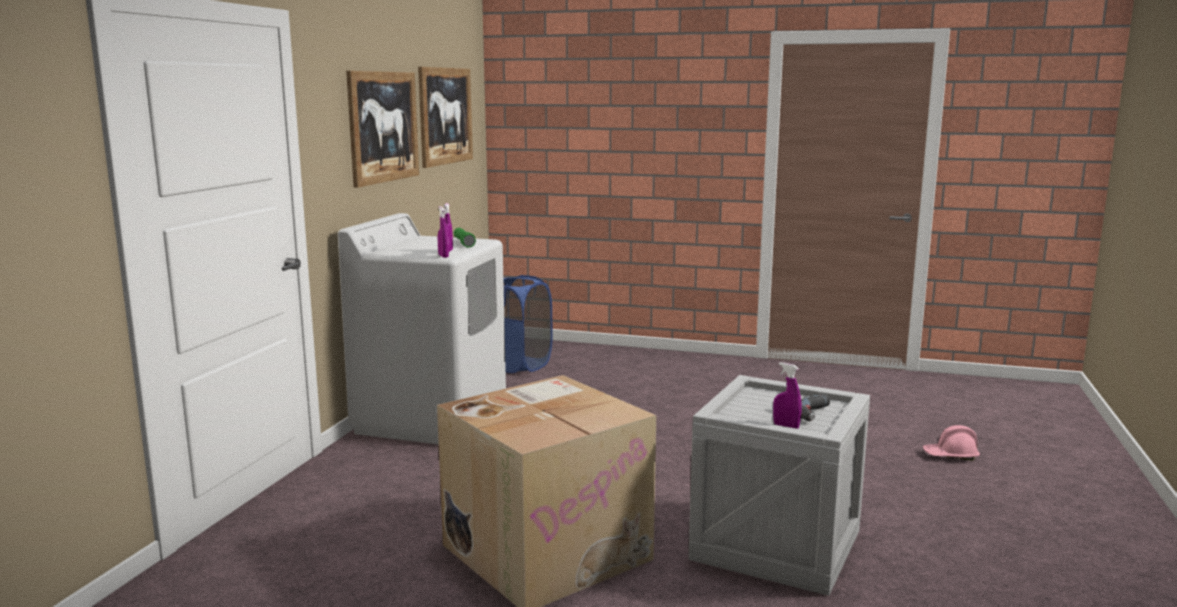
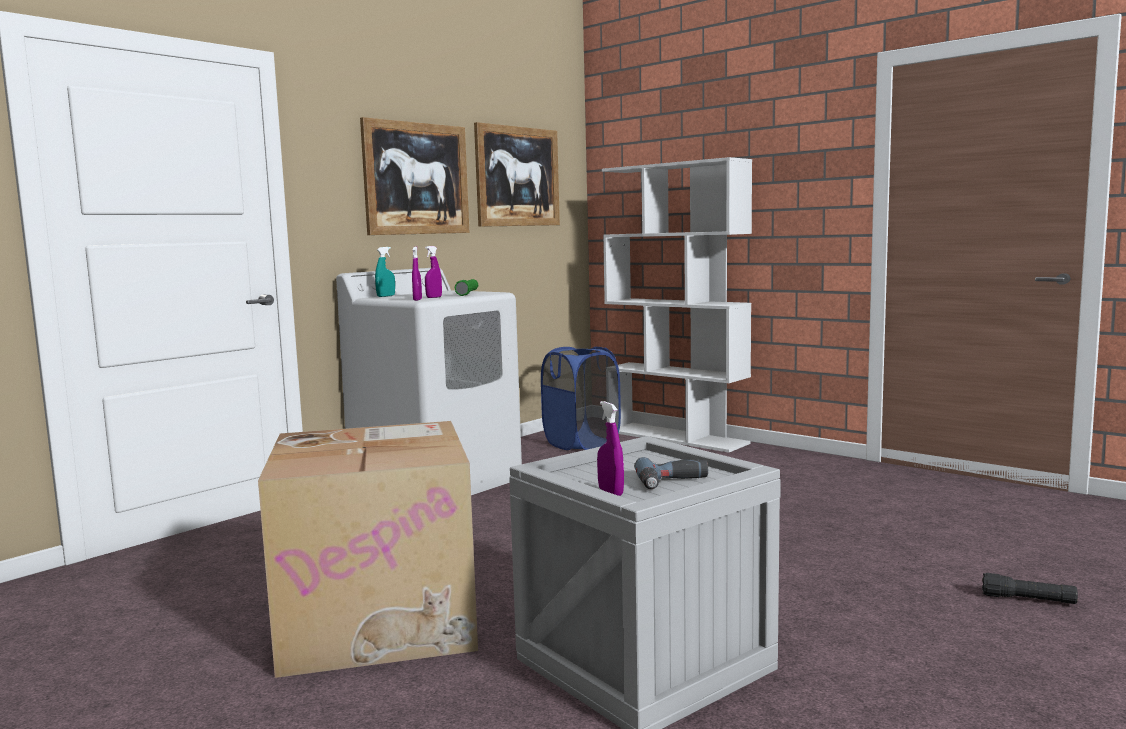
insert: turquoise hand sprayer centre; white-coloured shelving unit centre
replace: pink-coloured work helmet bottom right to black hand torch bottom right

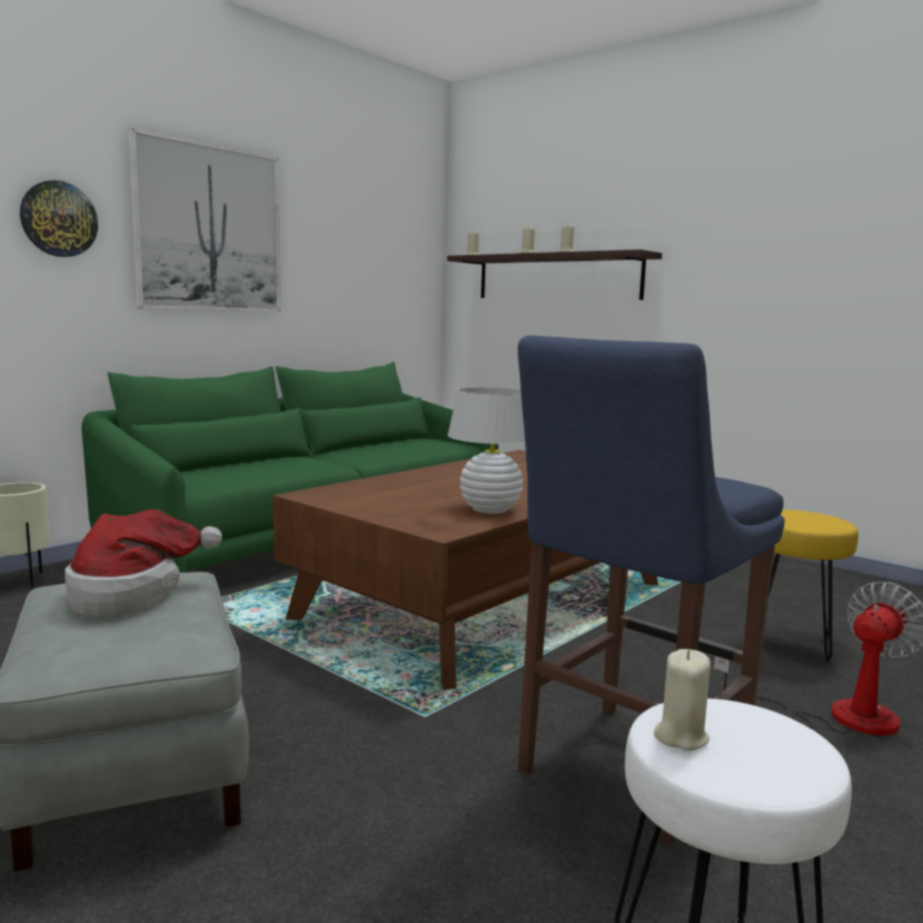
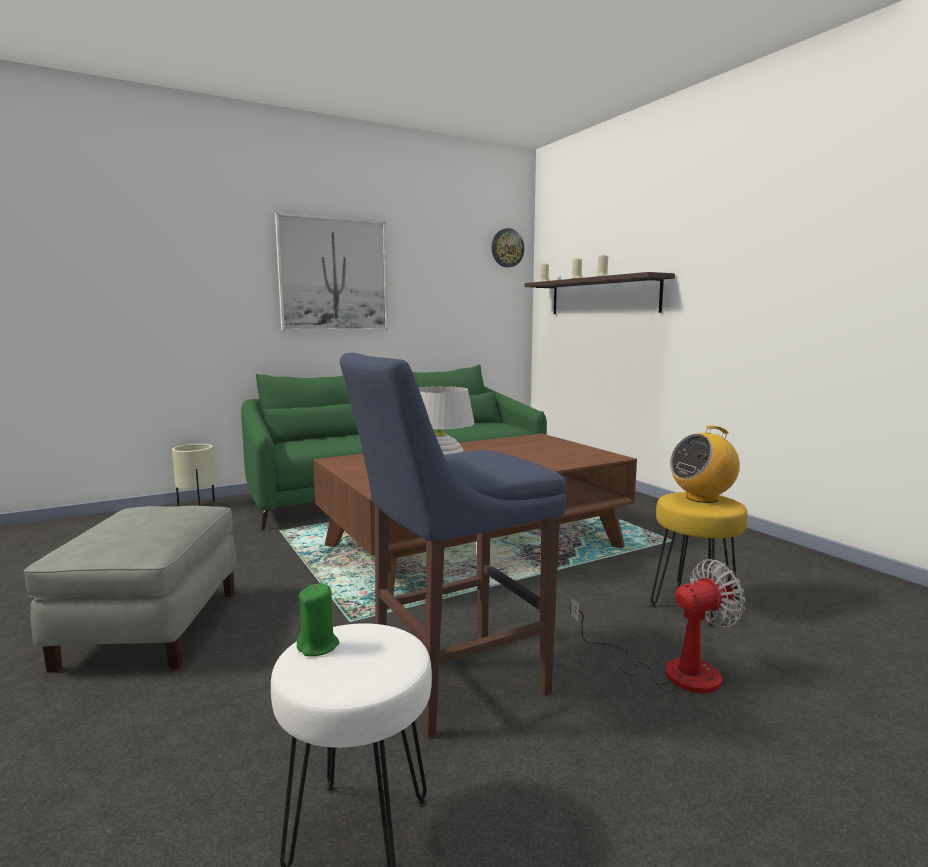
delete: wearable hat middle left
insert: radio middle right
move: wall clock top left to top centre
recolor: sand-coloured candle (4th from left) bottom right to greenish candle bottom centre

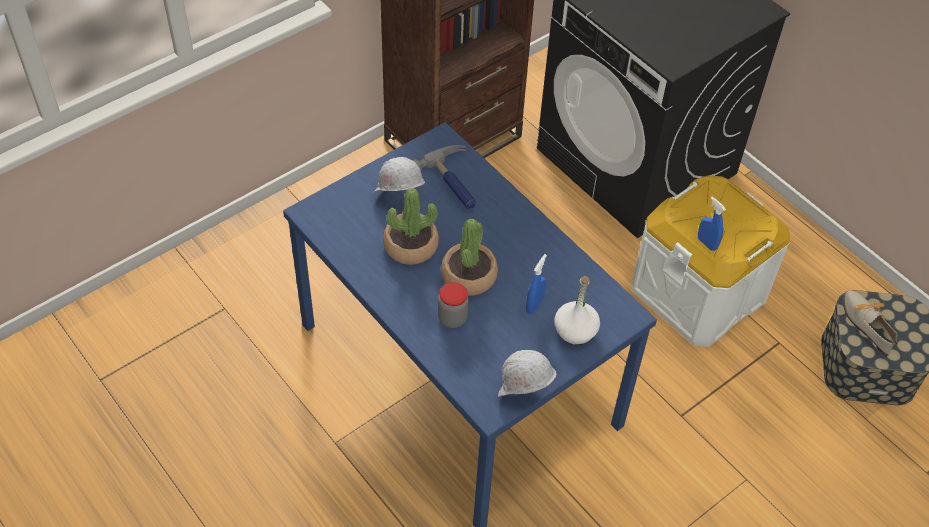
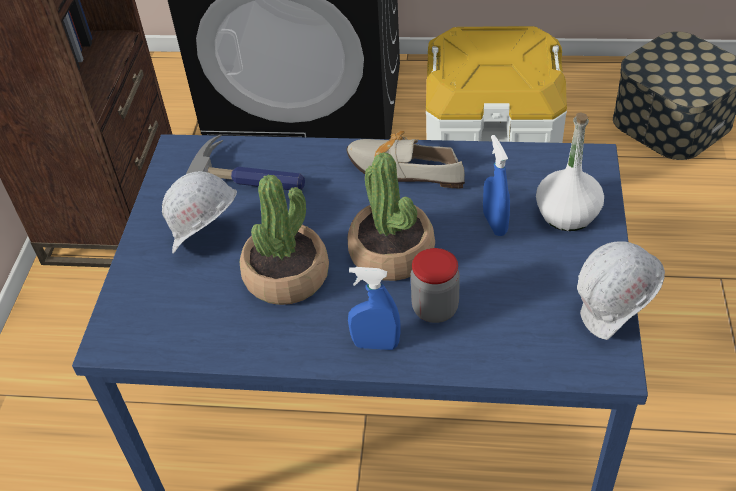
move: blue hand sprayer (2nd from left in the first image) middle right to blue hand sprayer (1st from left) centre; low shoe middle right to top centre

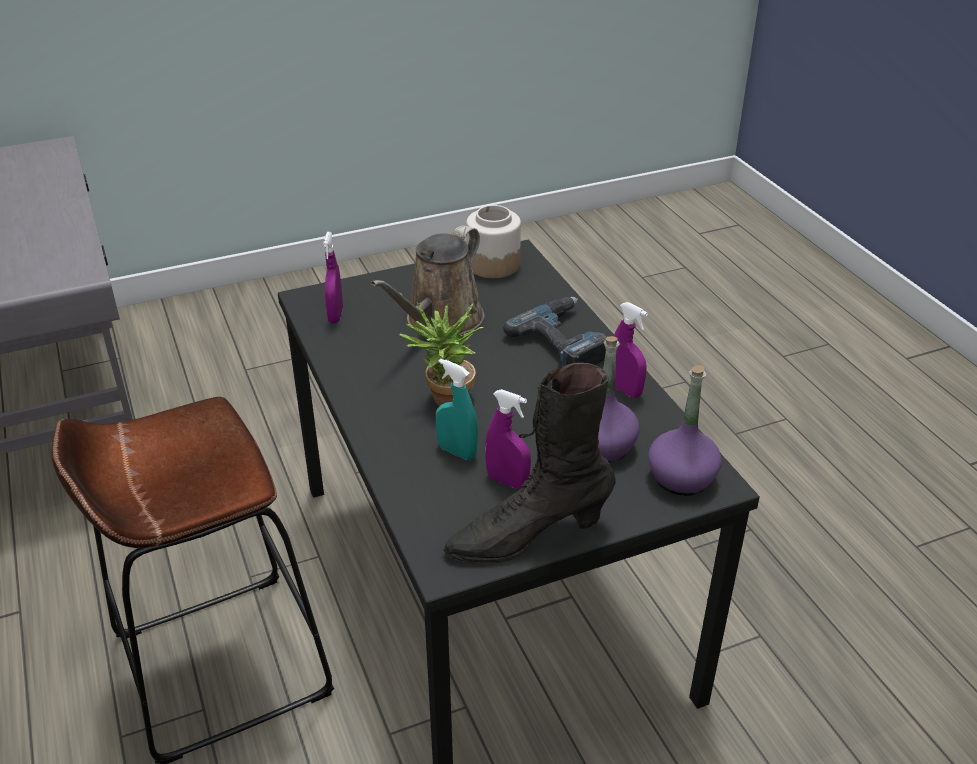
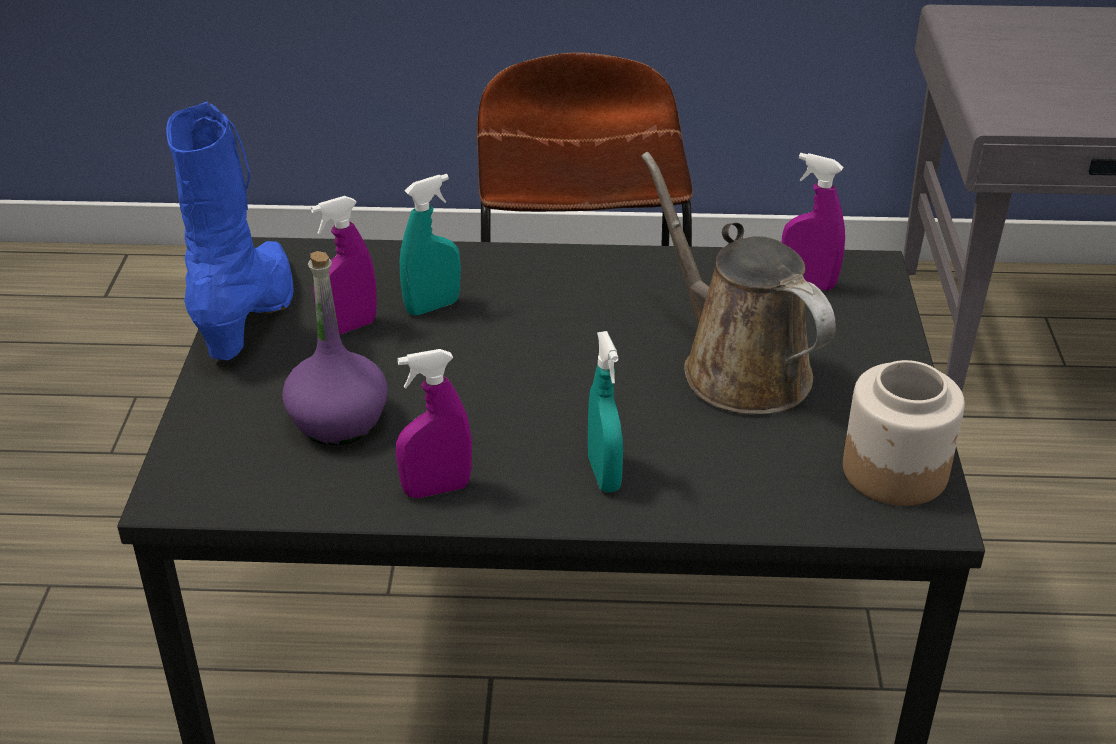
delete: potted plant centre; purple beverage bottle (2nd from left) middle right
replace: drill centre to turquoise hand sprayer (2nd from left) centre
recolor: black high-top boot centre to blue high-top boot top left

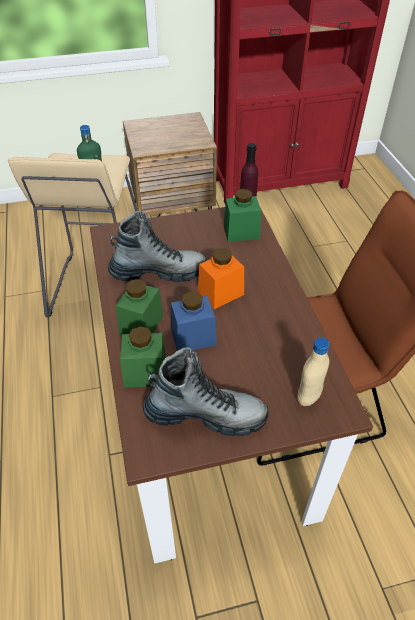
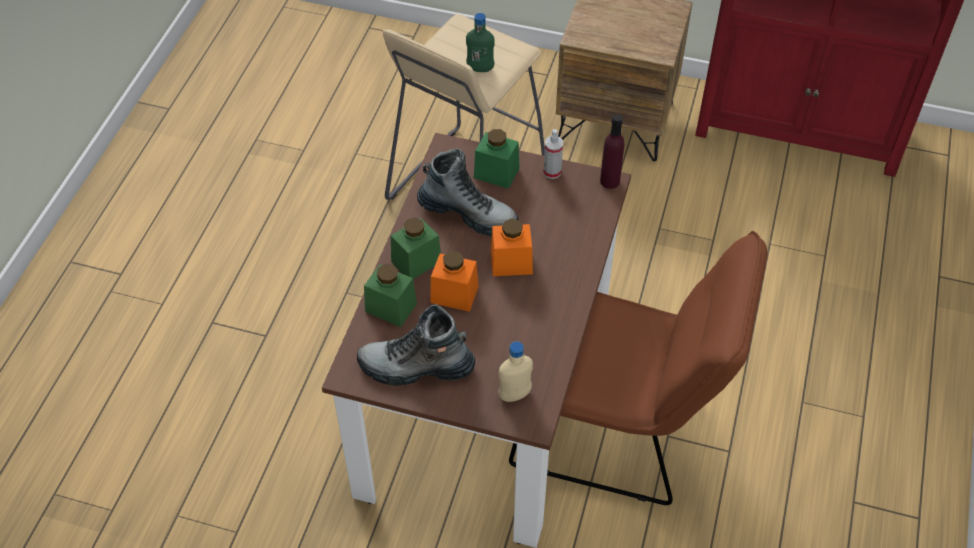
insert: hand sprayer top centre
move: greenish jar (3rd from left) centre to top centre
recolor: blue jar centre to orangey jar (1st from left) centre
rotate: high-top boot (2nd from left in the first image) centre = centre 150 degrees clockwise

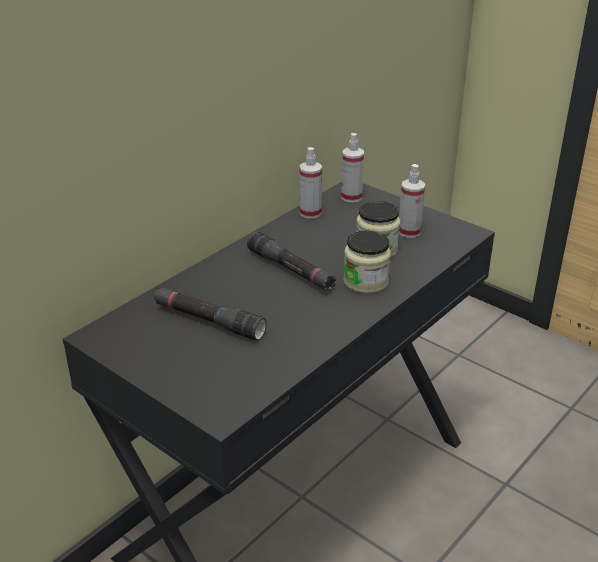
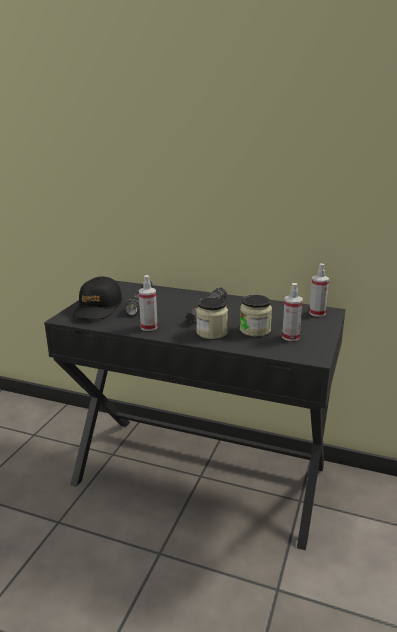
insert: black baseball cap middle left
move: hand sprayer (1st from left) top centre to centre

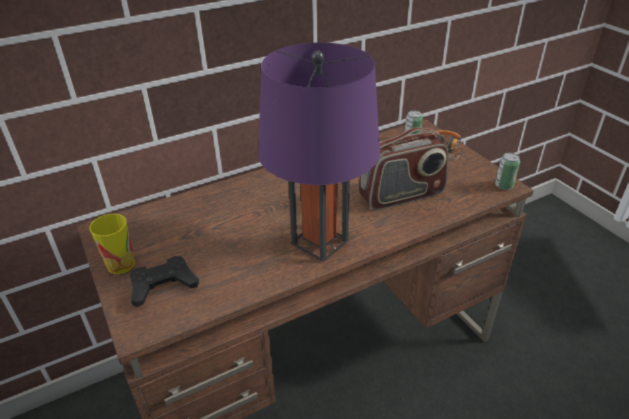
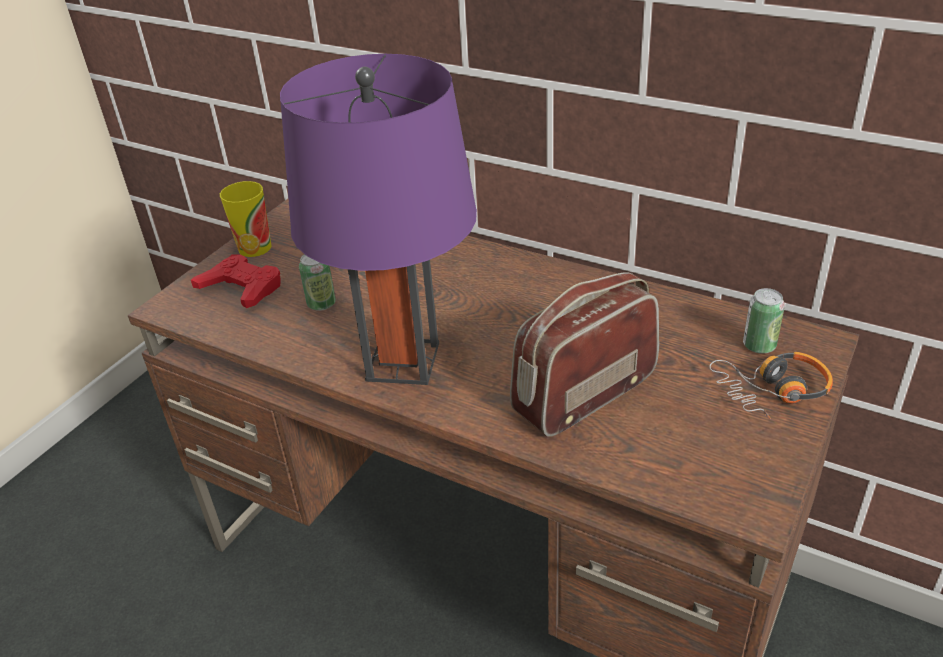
move: sealed can (2nd from left in the first image) middle right to sealed can (1st from left) centre
recolor: black gamepad bottom left to red gamepad middle left
rotate: radio centre = centre 105 degrees clockwise

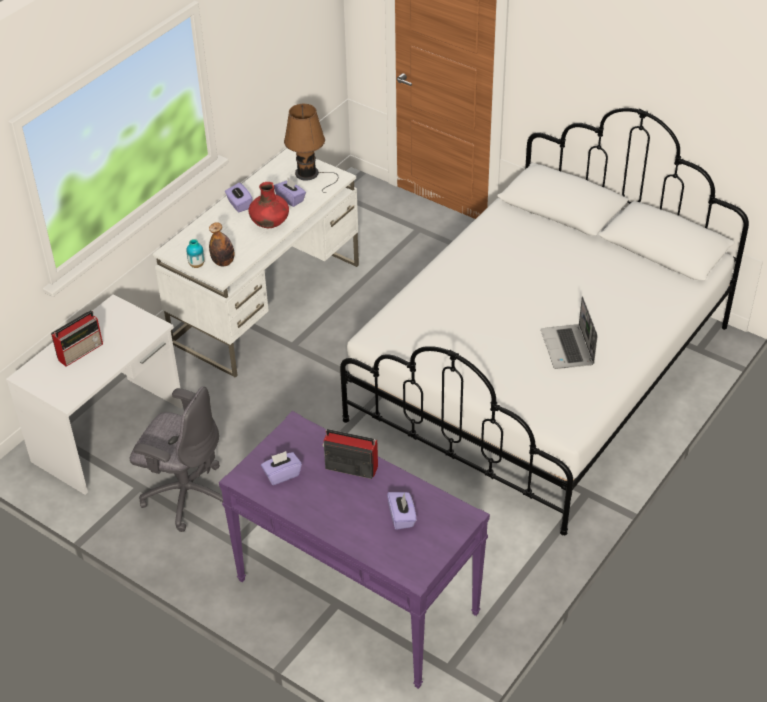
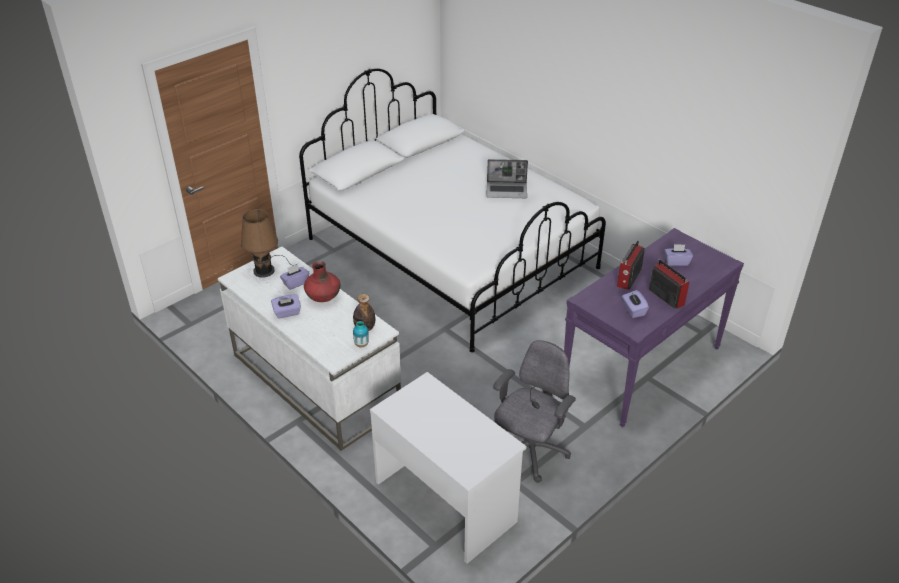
move: radio (1st from left in the first image) middle left to radio (2nd from left) middle right

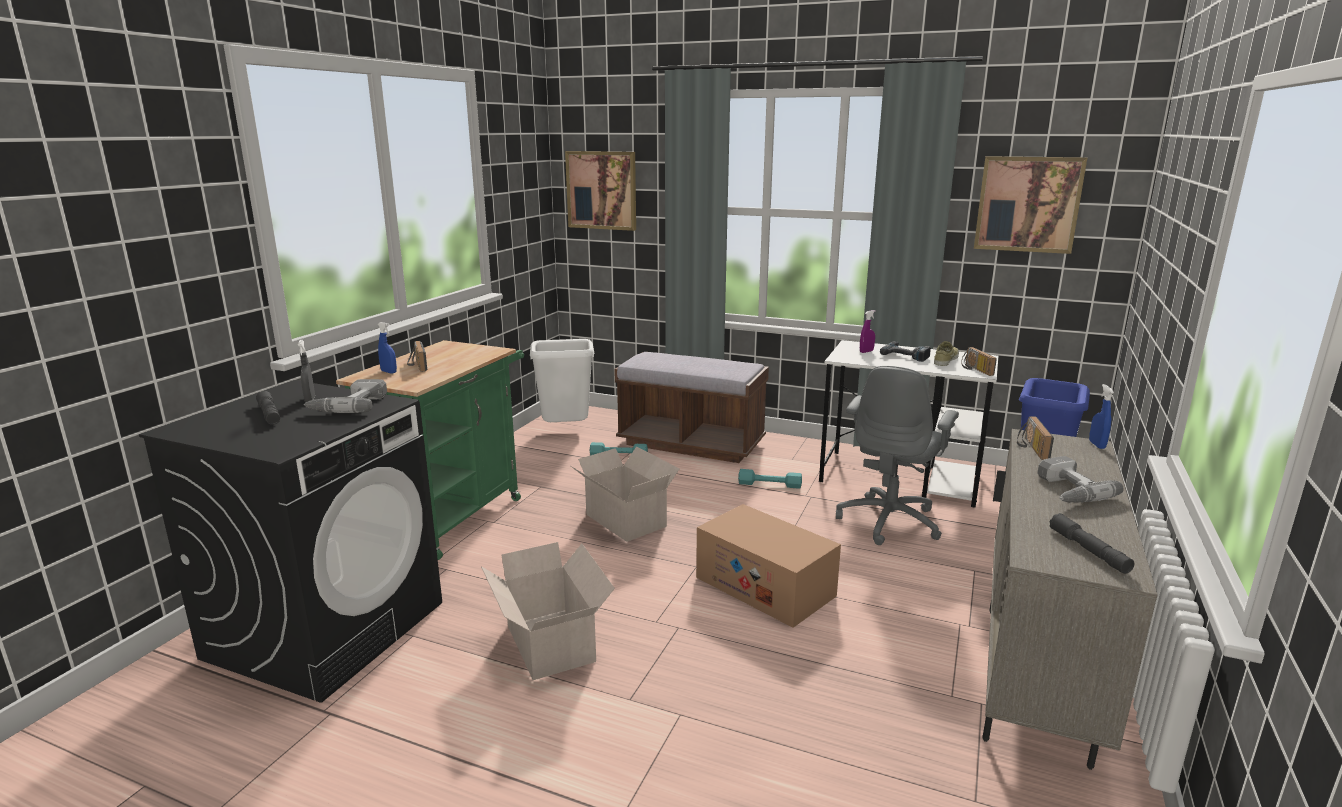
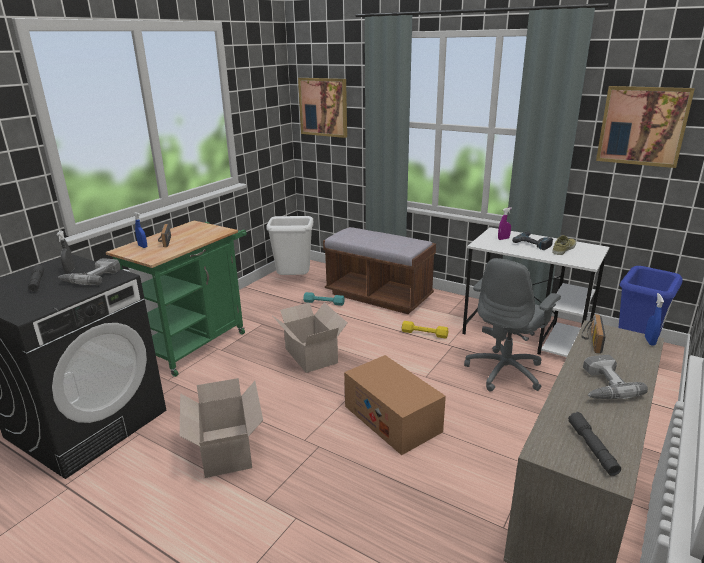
delete: radio (2nd from left) middle right
recolor: turquoise hand weight (2nd from left) centre to yellowish hand weight centre

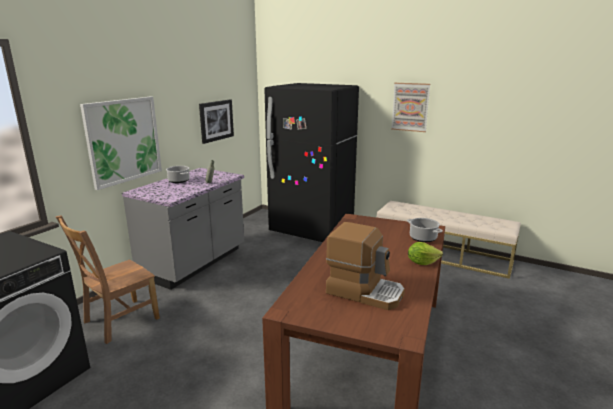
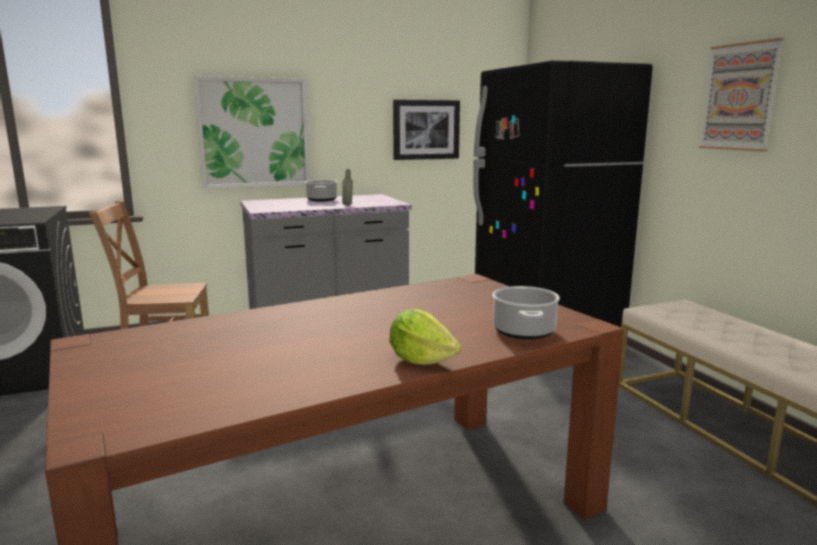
delete: coffee maker centre

